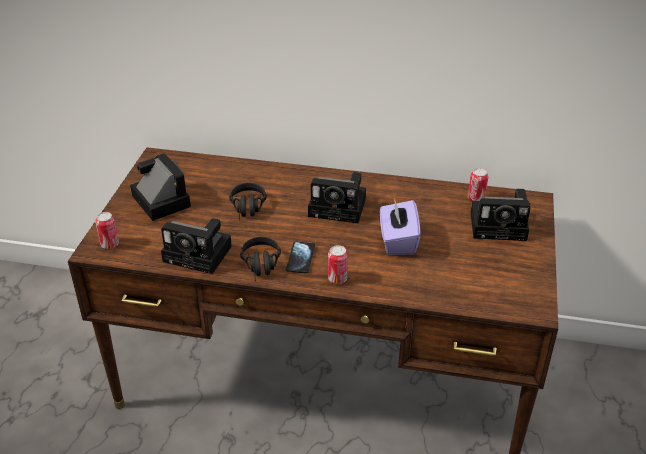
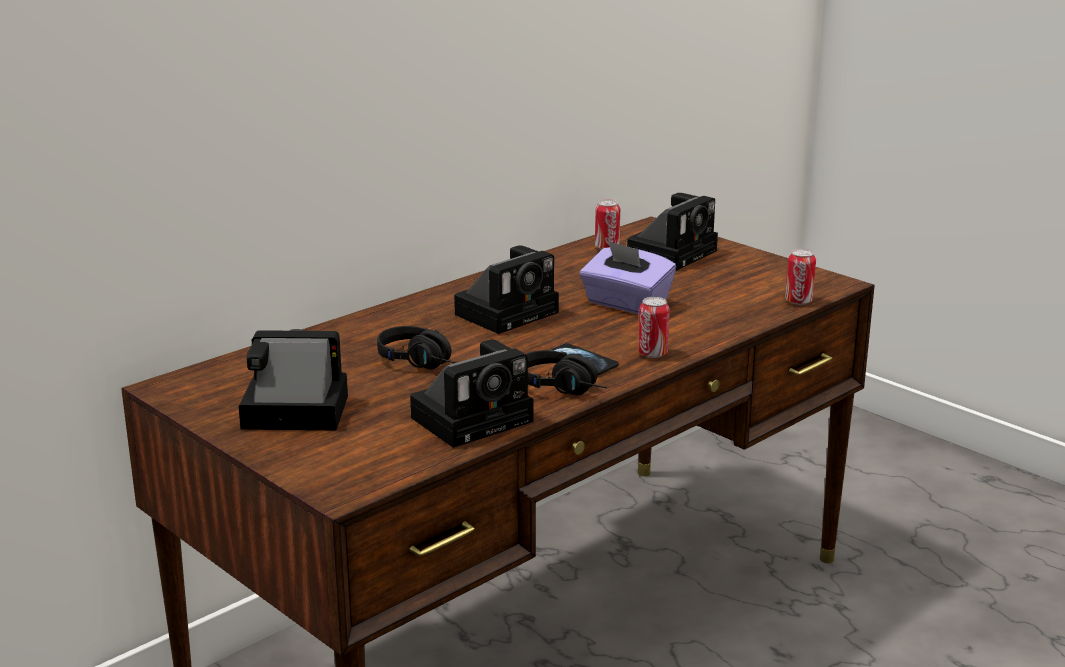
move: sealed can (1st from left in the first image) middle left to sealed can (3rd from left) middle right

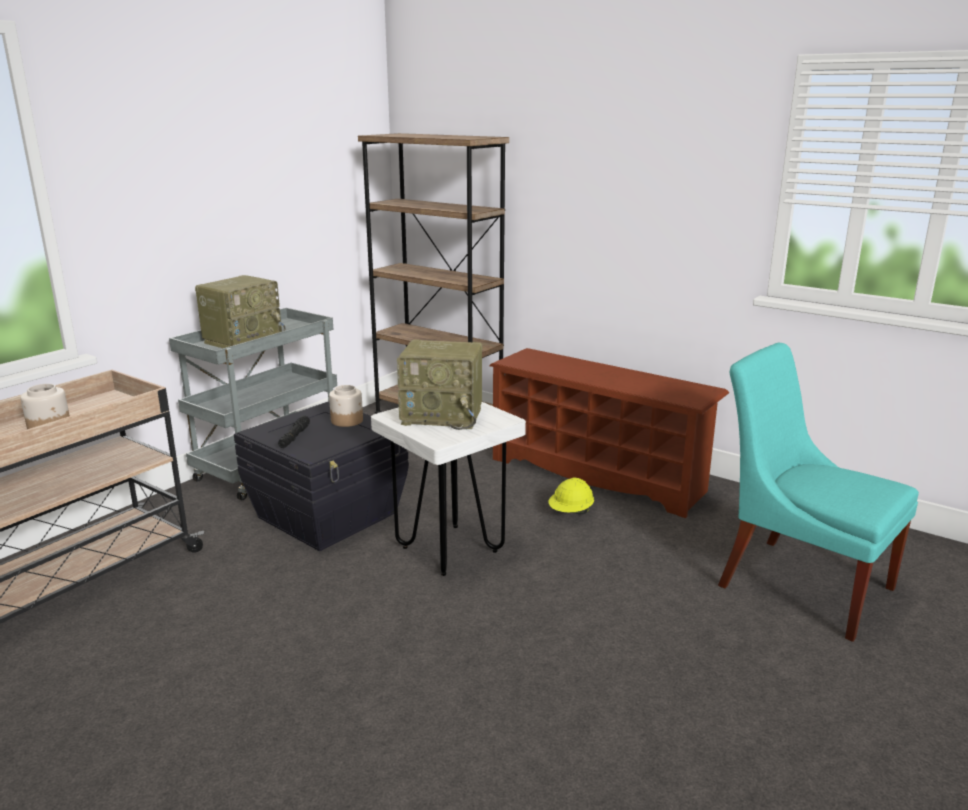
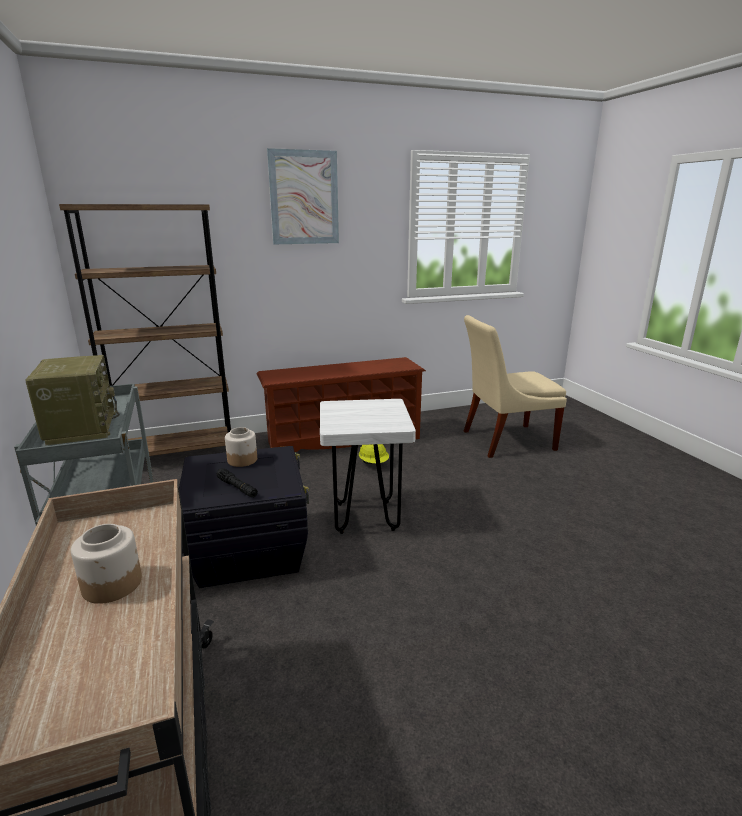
delete: radio (2nd from left) centre
insert: picture top centre
recolor: turquoise plain chair middle right to sand-coloured plain chair middle right

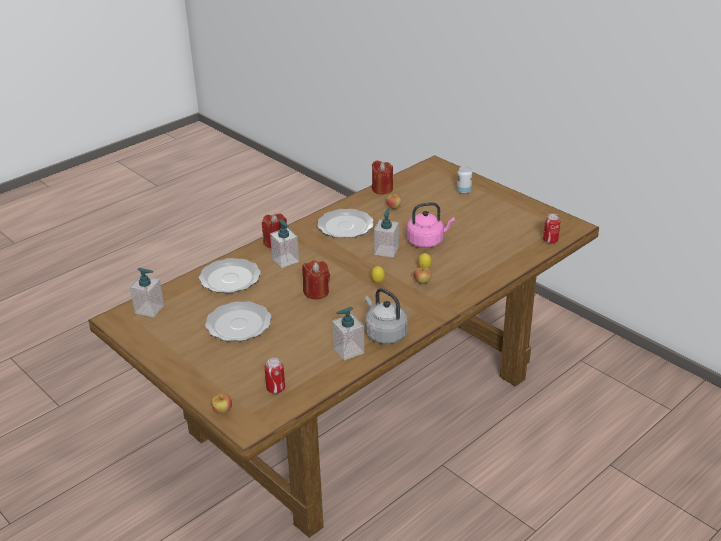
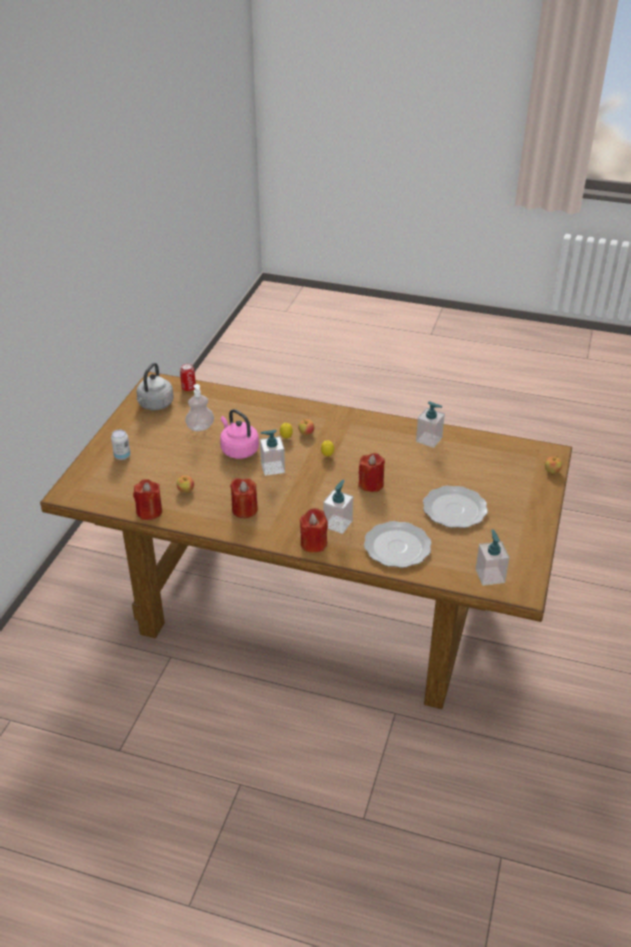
delete: sealed can (1st from left) bottom centre
insert: liquid soap bottle (1st from left) middle left
move: grey tea kettle centre to middle left
replace: flat dish (3rd from left) centre to red candle (2nd from left) centre

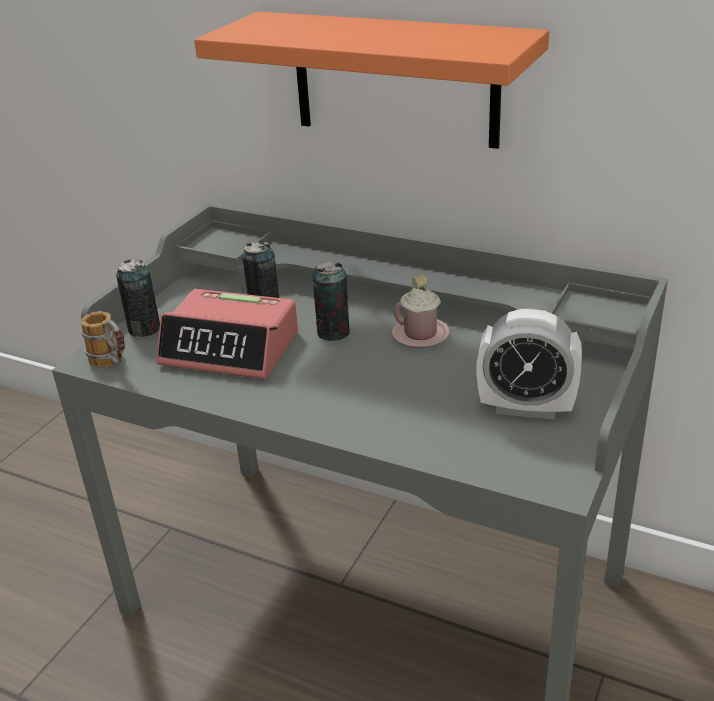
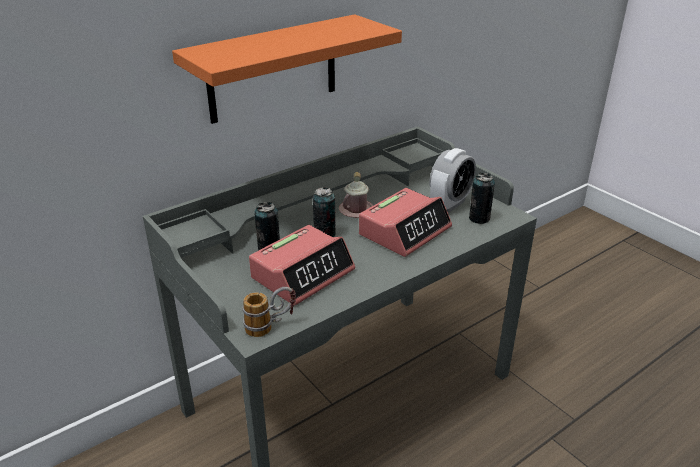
insert: bedside clock (2nd from left) centre
move: sealed can (1st from left in the first image) middle left to sealed can (3rd from left) middle right

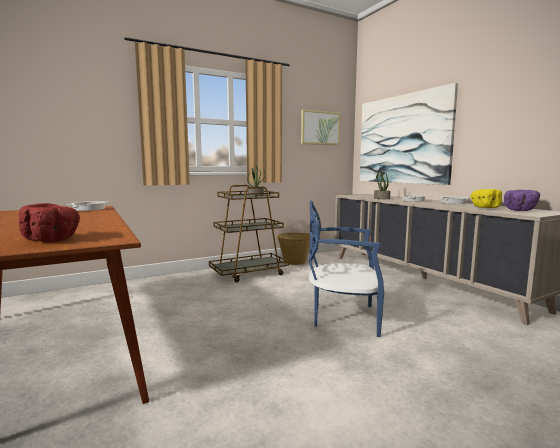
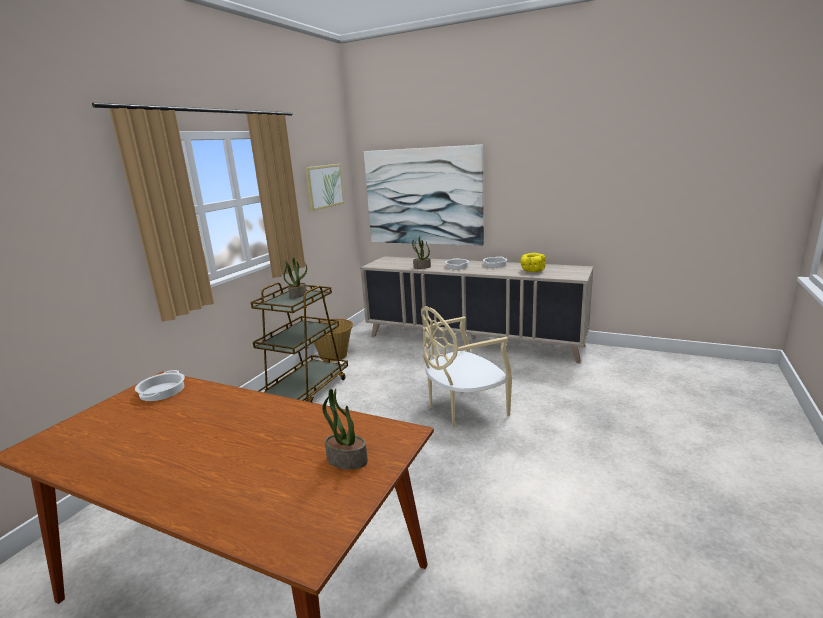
delete: purple bowl middle right
replace: red bowl middle left to potted plant (2nd from left) bottom centre
recolor: blue plain chair centre to sand-coloured plain chair centre

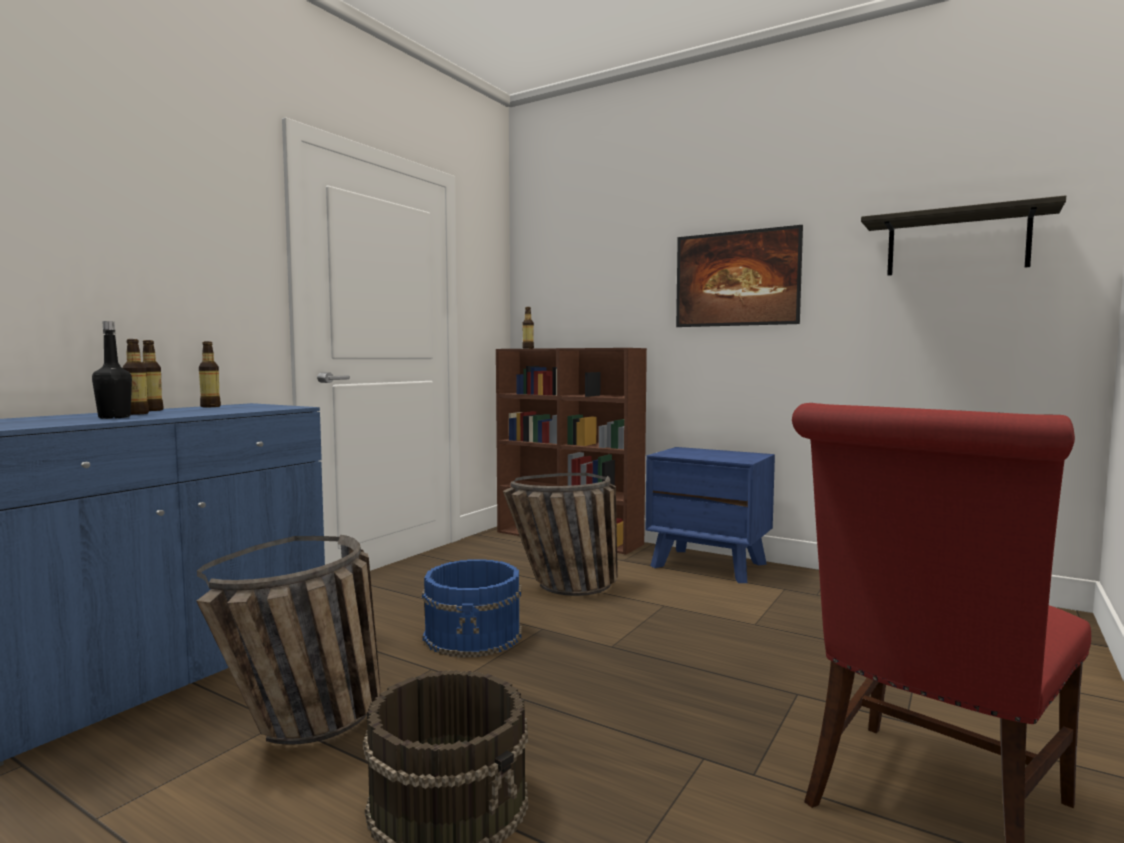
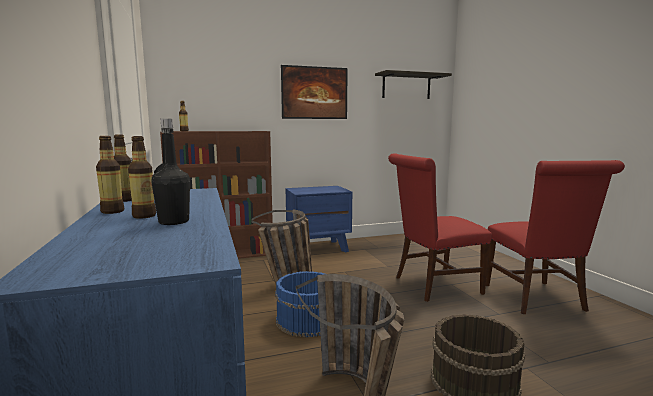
insert: red plain chair (1st from left) middle right

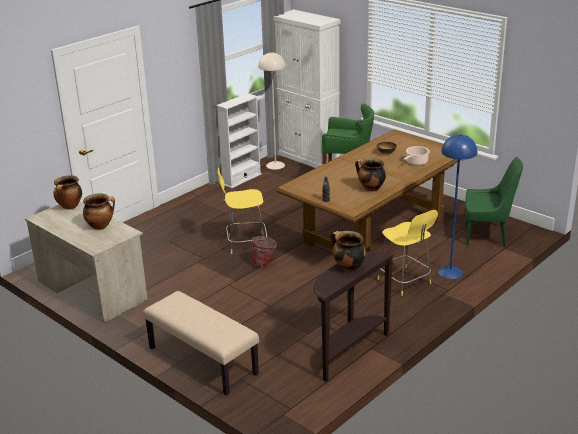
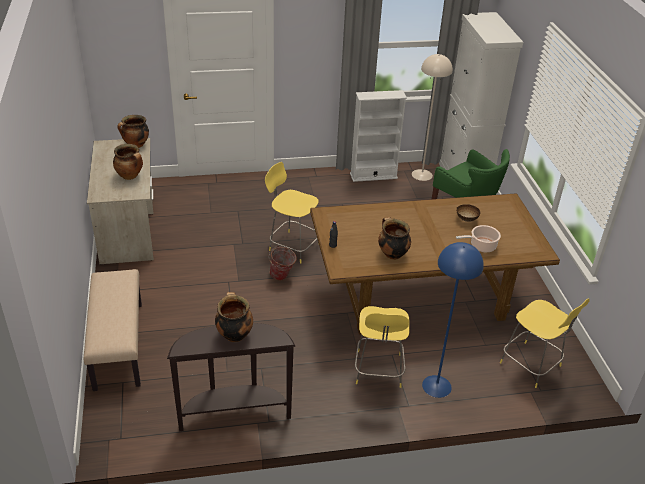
replace: greenish plain chair middle right to yellowish stool (3rd from left) bottom right

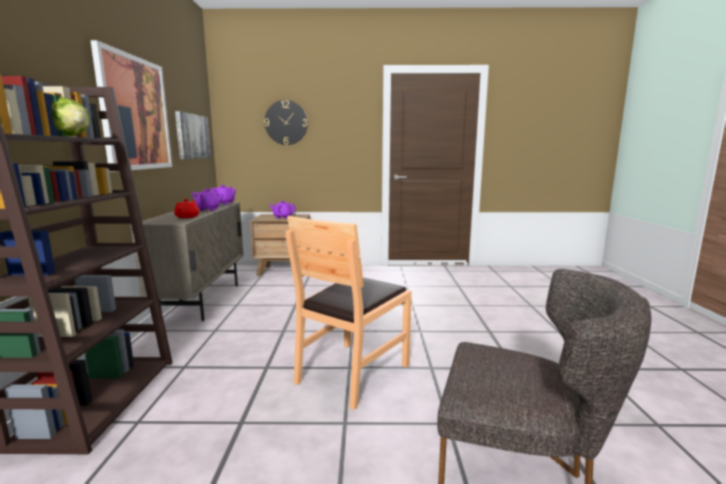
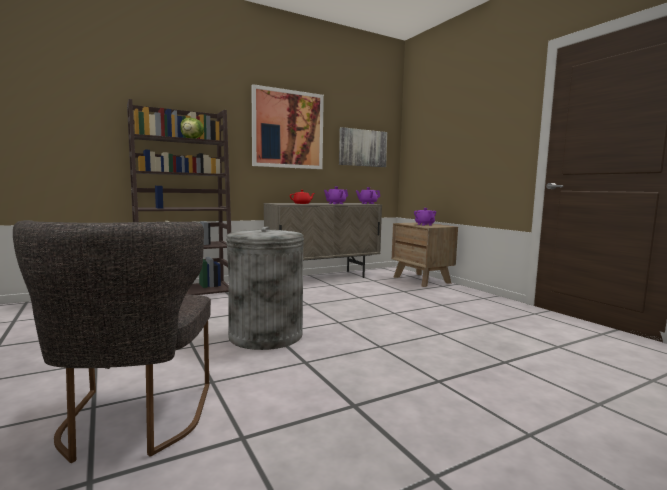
delete: wall clock top centre
replace: brown-coloured plain chair centre to grey rubbish bin centre

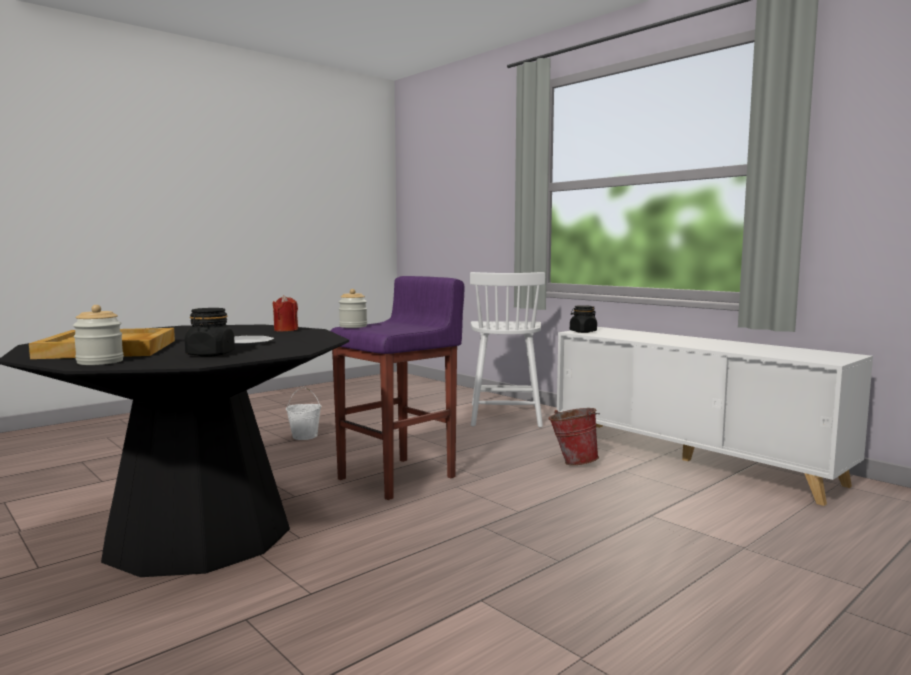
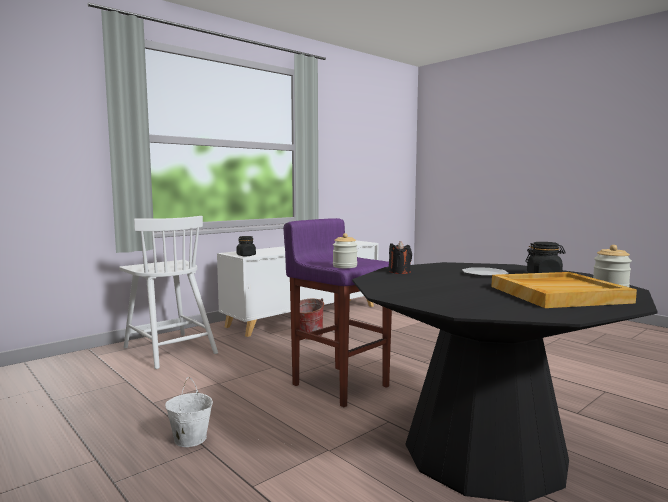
recolor: red candle middle left to black candle centre
rotate: white-coloured plain chair centre = middle left 45 degrees clockwise

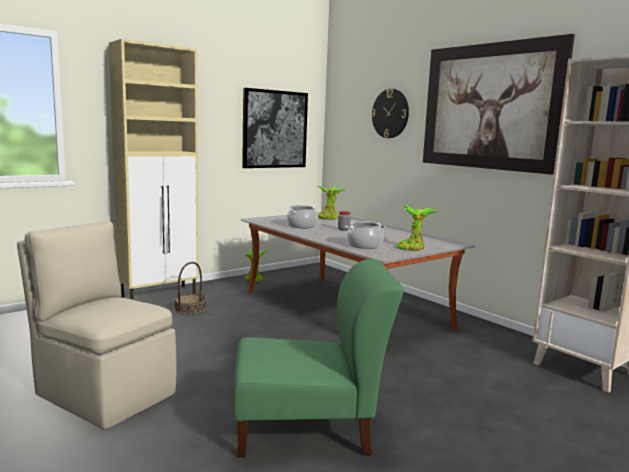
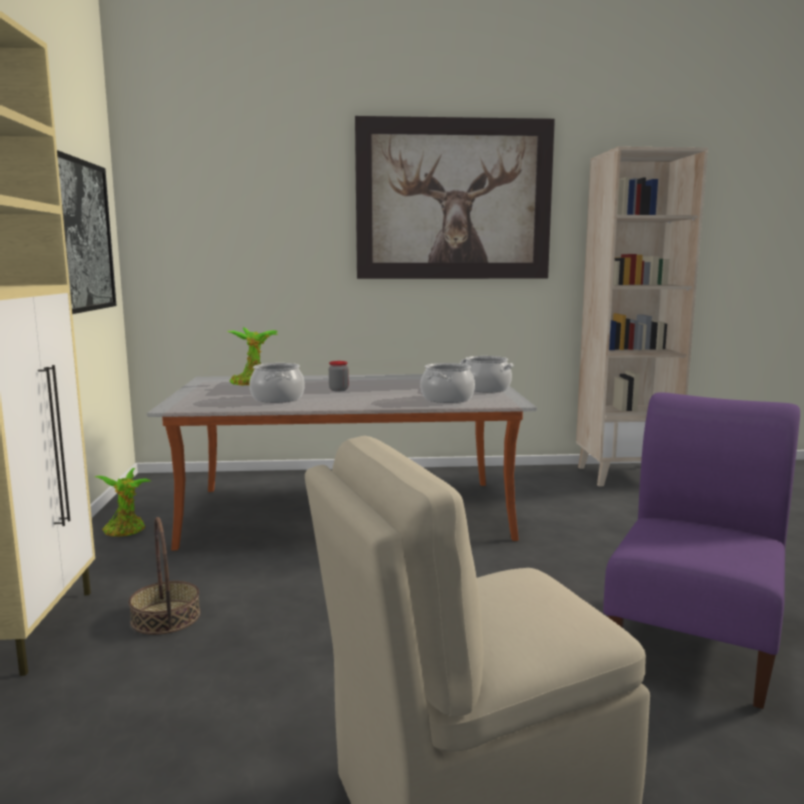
delete: wall clock top centre
replace: potted plant (3rd from left) centre to saucepot (3rd from left) centre
recolor: greenish plain chair bottom centre to purple plain chair bottom right

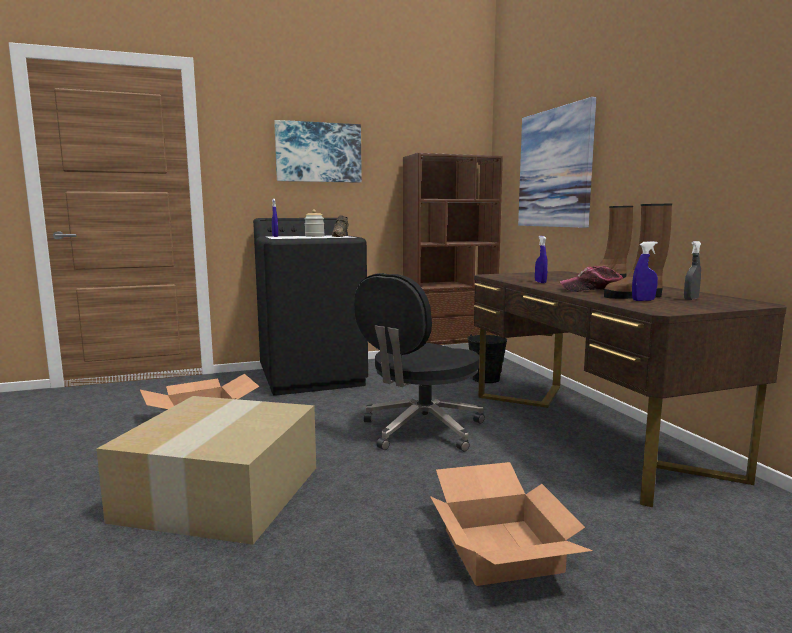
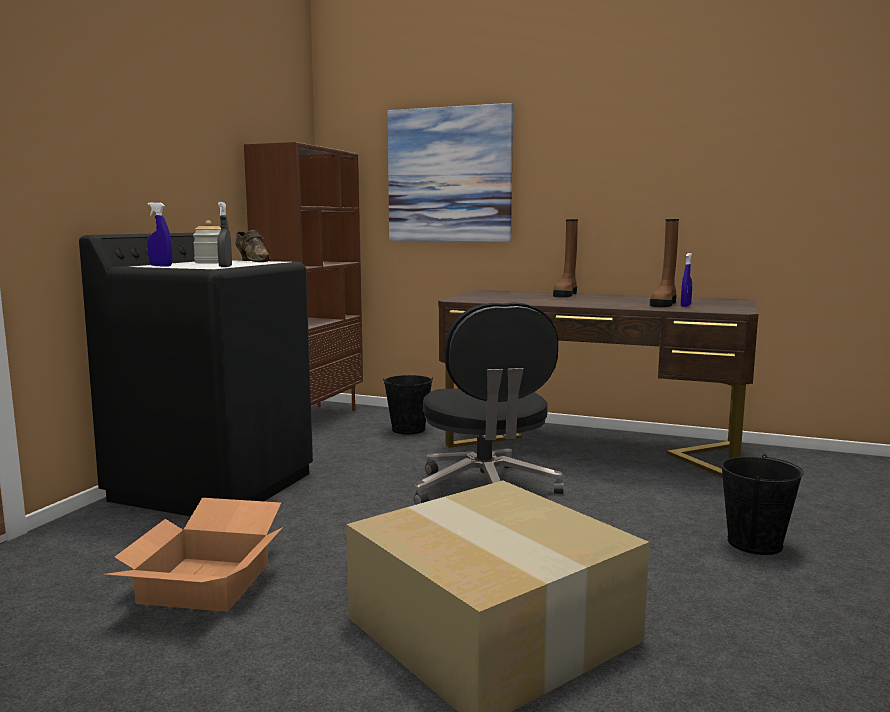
delete: picture (1st from left) top centre; blue hand sprayer (2nd from left) middle right; baseball cap middle right
move: grey hand sprayer middle right to top left
replace: cardboard box (3rd from left) bottom centre to black water bucket (2nd from left) bottom right

